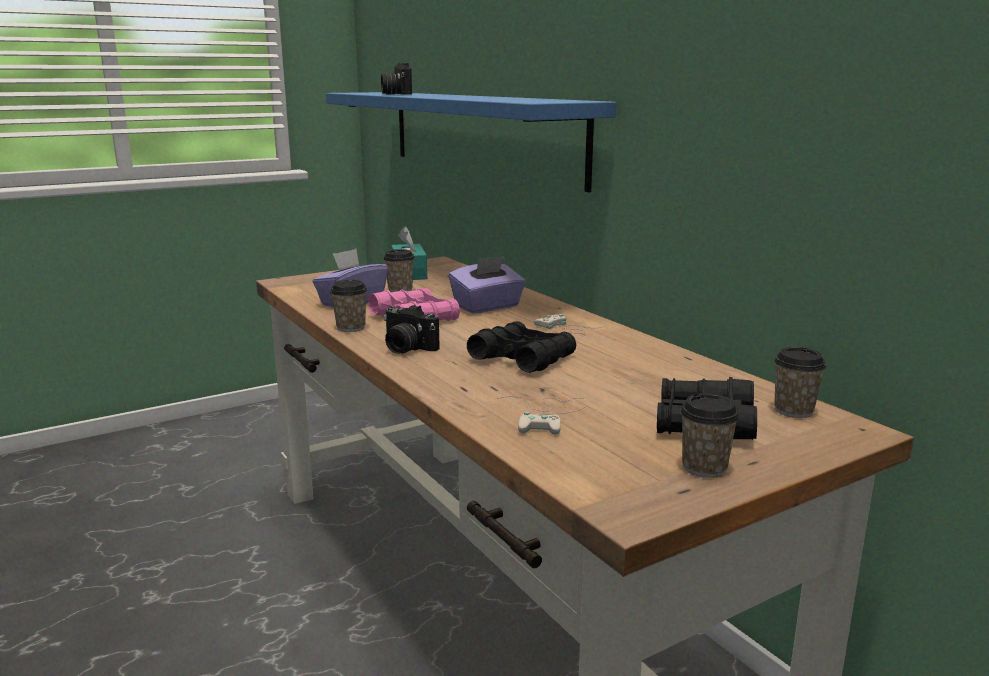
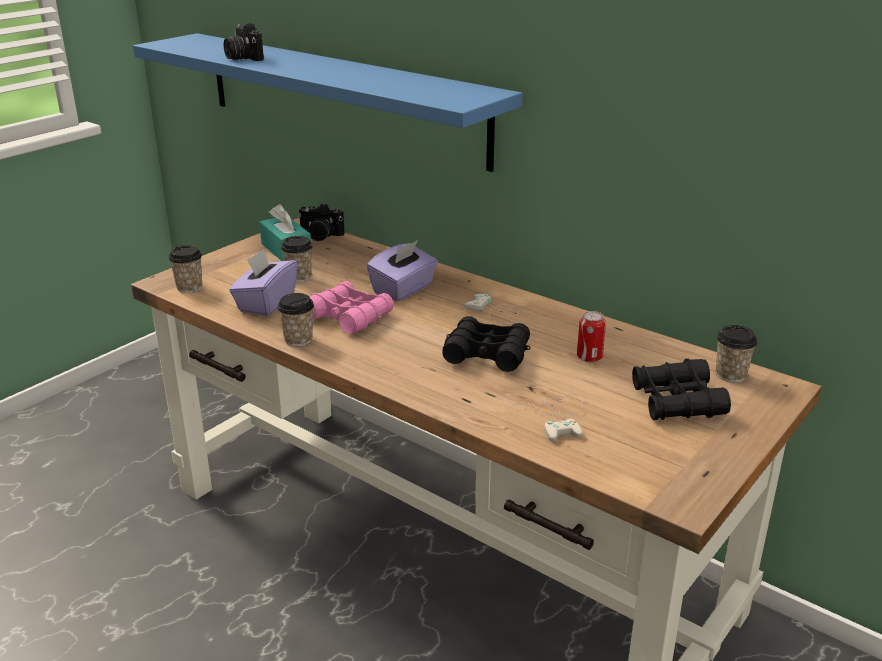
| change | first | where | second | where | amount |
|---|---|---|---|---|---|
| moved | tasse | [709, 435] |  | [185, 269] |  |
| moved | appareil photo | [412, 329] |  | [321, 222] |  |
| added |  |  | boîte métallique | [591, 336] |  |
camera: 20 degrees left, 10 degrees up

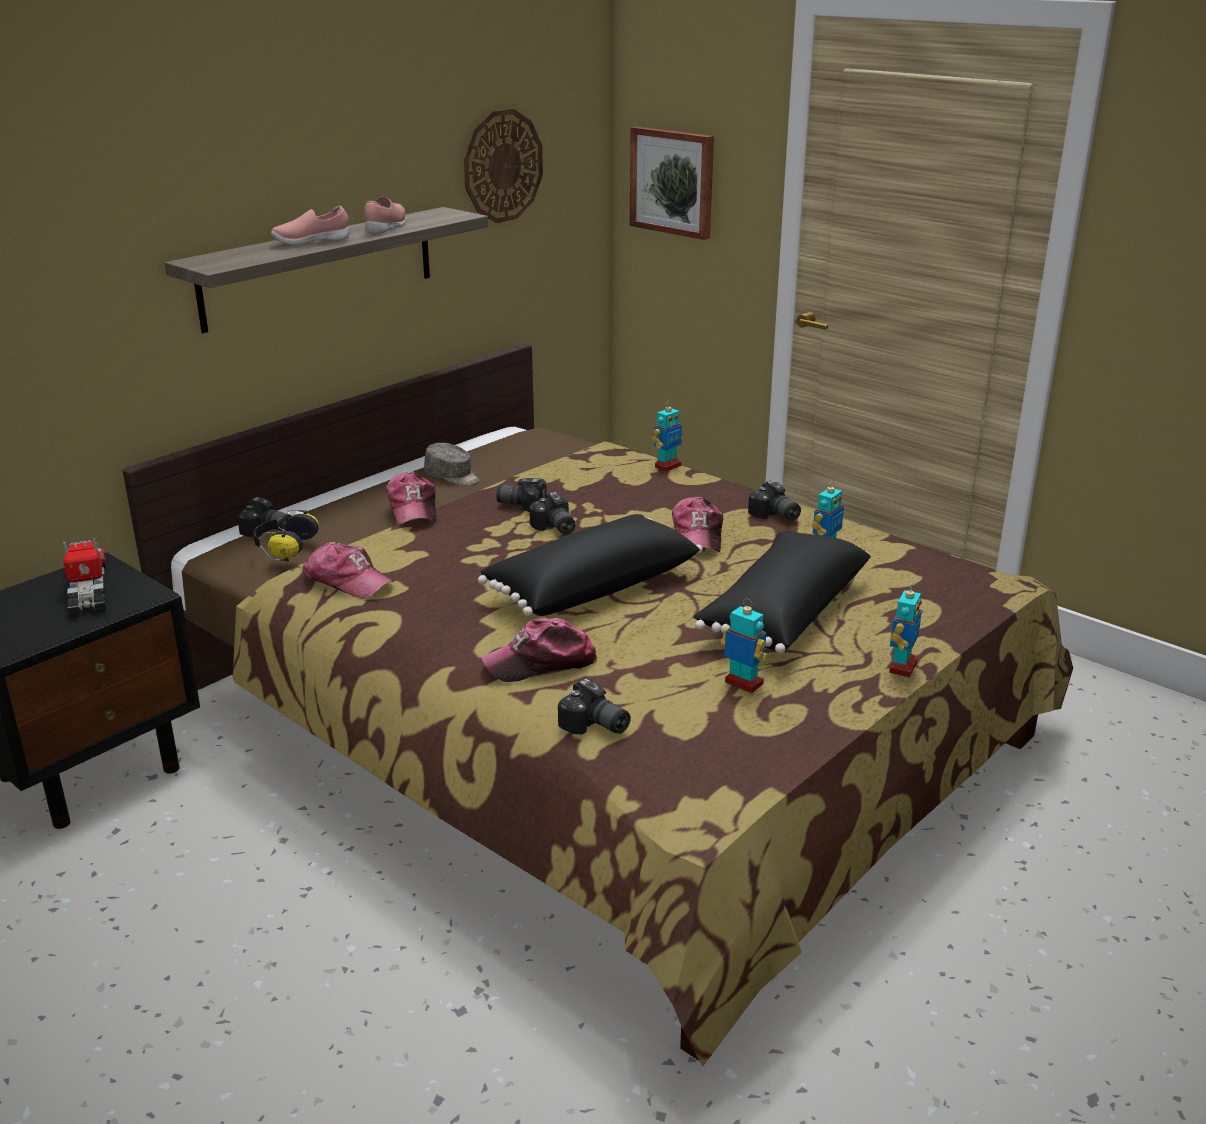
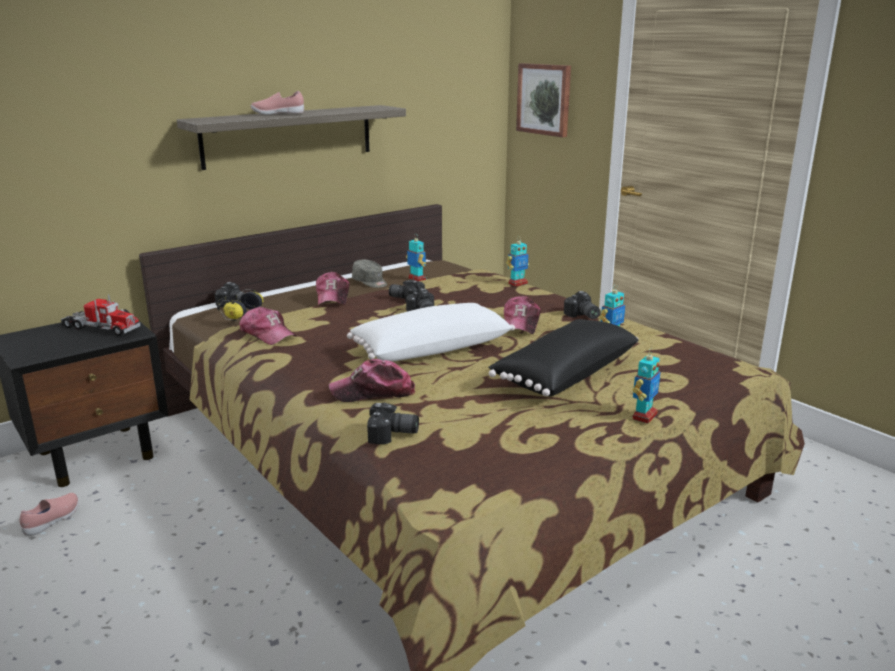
| change | first | where | second | where | amount |
|---|---|---|---|---|---|
| moved | chaussure (rose) | [385, 215] |  | [49, 514] |  |
| turned | camion jouet | [85, 578] |  | [100, 315] | 120 degrees clockwise |
| recoloured | coussin (noir) | [590, 565] | coussin (blanc) | [431, 332] |  |
| turned | appareil photo | [594, 706] |  | [393, 423] | 45 degrees counterclockwise |
| moved | robot jouet | [744, 645] |  | [416, 258] |  |
| removed | horloge murale | [503, 166] |  |  |  |
camera: 10 degrees right, 5 degrees down

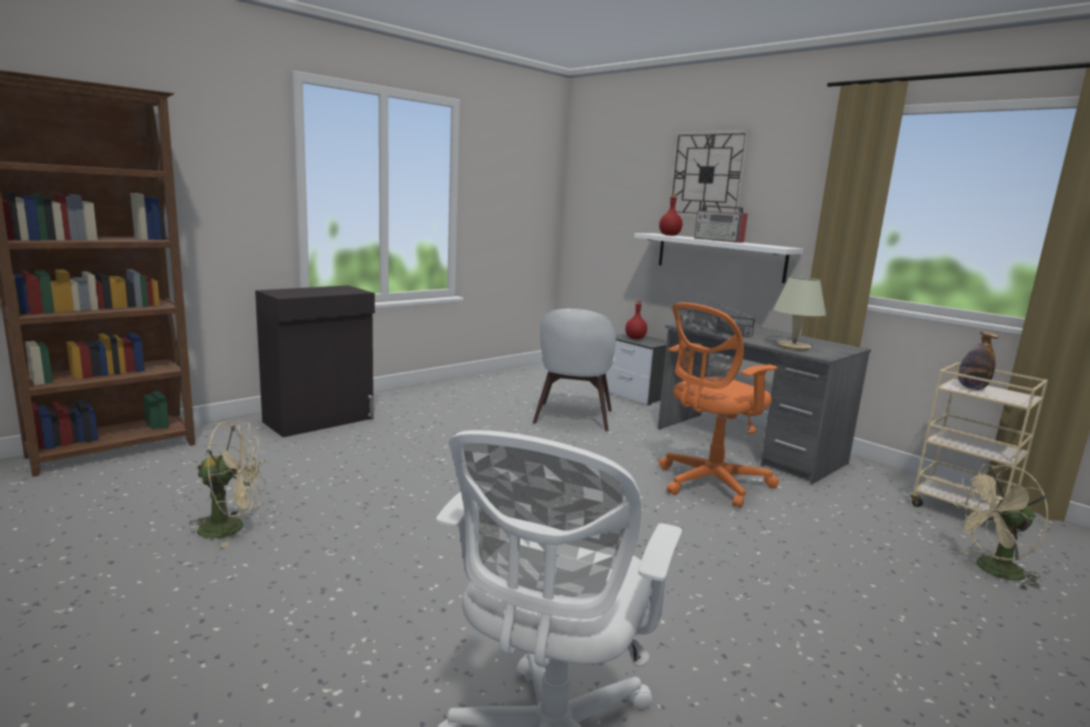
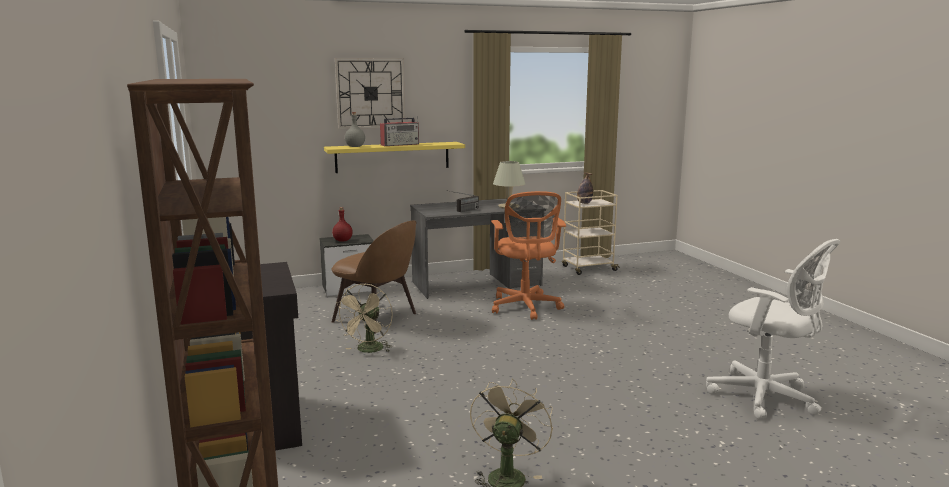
| change | first | where | second | where | amount |
|---|---|---|---|---|---|
| recoloured | étagère (blanc) | [718, 258] | étagère (jaune) | [394, 157] |  |
| recoloured | chaise (blanc) | [574, 370] | chaise (marron) | [374, 277] |  |
| moved | ventilateur (beige) | [1000, 527] |  | [364, 318] |  |
| recoloured | bouteille (rouge) | [671, 215] | bouteille (gris) | [355, 129] |  |
camera: 65 degrees left, 0 degrees up

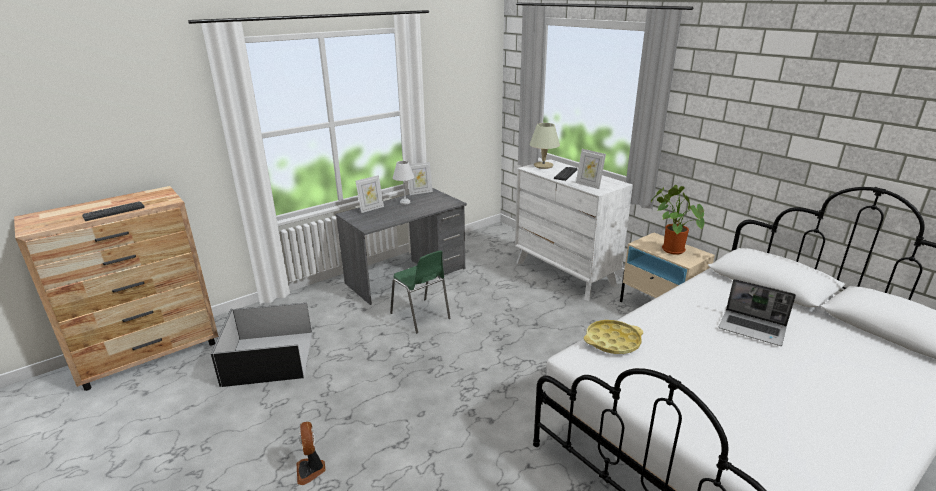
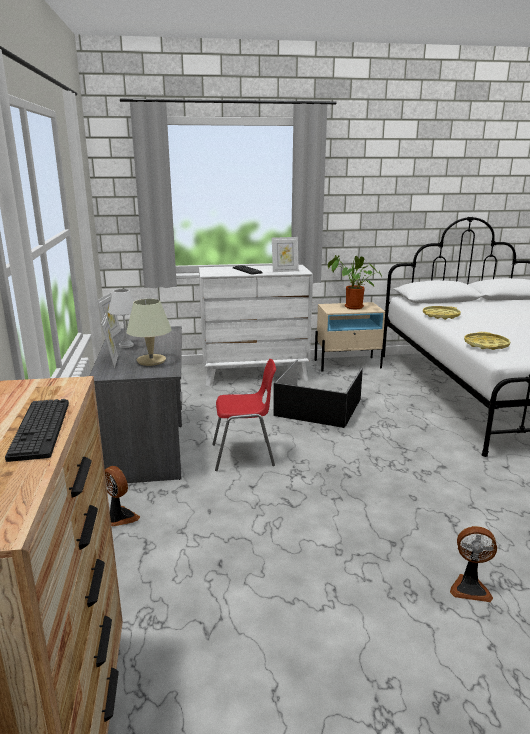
| change | first | where | second | where | amount |
|---|---|---|---|---|---|
| added |  |  | ventilateur | [122, 496] |  |
| moved | lampe de table (beige) | [545, 146] |  | [149, 332] |  |
| recoloured | chaise (vert) | [420, 291] | chaise (rouge) | [244, 415] |  |
| moved | boîte de rangement (noir) | [261, 345] |  | [318, 394] |  |
| added |  |  | plateau (jaune) | [442, 313] |  |
| removed | ordinateur portable | [757, 312] |  |  |  |
camera: 60 degrees left, 5 degrees down

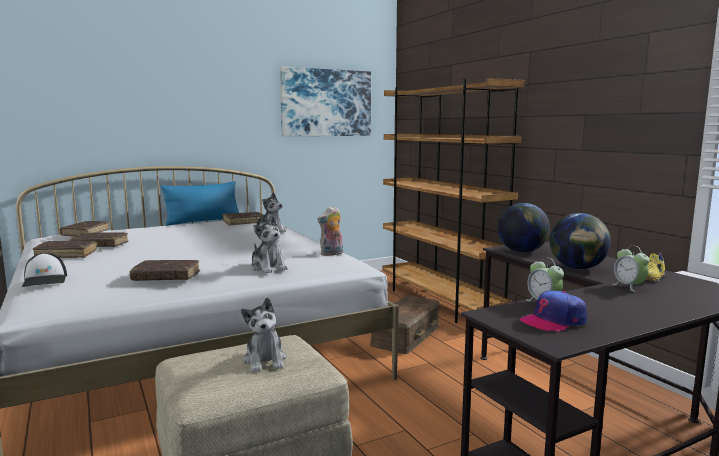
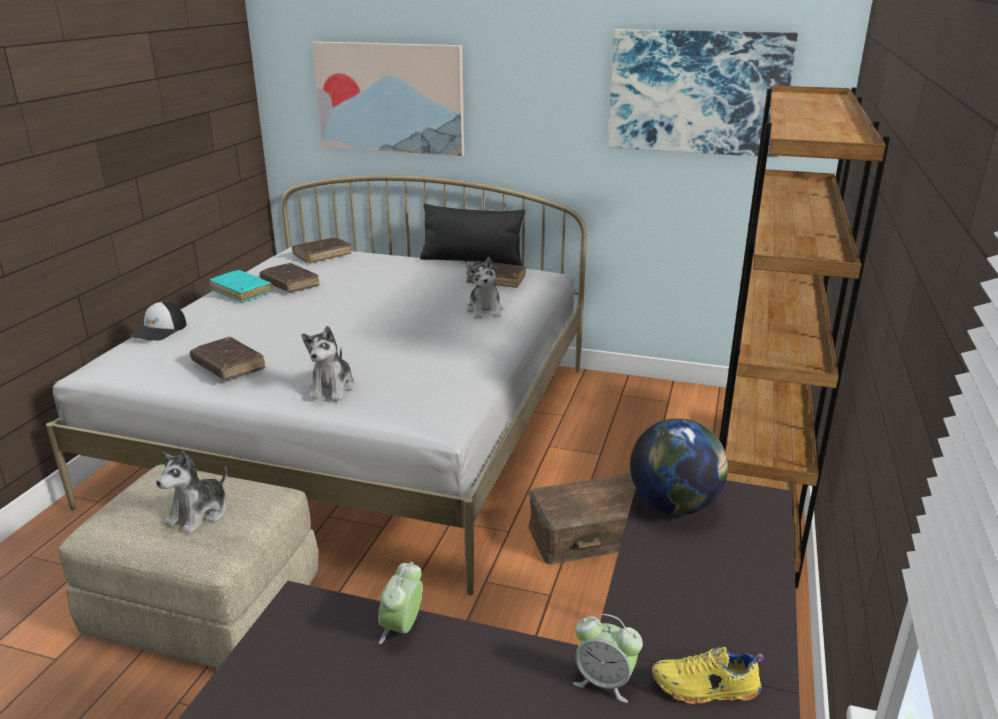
| change | first | where | second | where | amount |
|---|---|---|---|---|---|
| recoloured | livre (marron) | [65, 249] | livre (turquoise) | [241, 286] |  |
| added |  |  | tableau | [388, 98] |  |
| recoloured | coussin (bleu) | [200, 203] | coussin (noir) | [472, 235] |  |
| turned | réveil | [631, 268] |  | [608, 658] | 90 degrees counterclockwise |
| removed | peluche | [330, 231] |  |  |  |
| removed | casquette | [553, 311] |  |  |  |
| removed | globe | [580, 241] |  |  |  |
camera: 45 degrees right, 15 degrees up

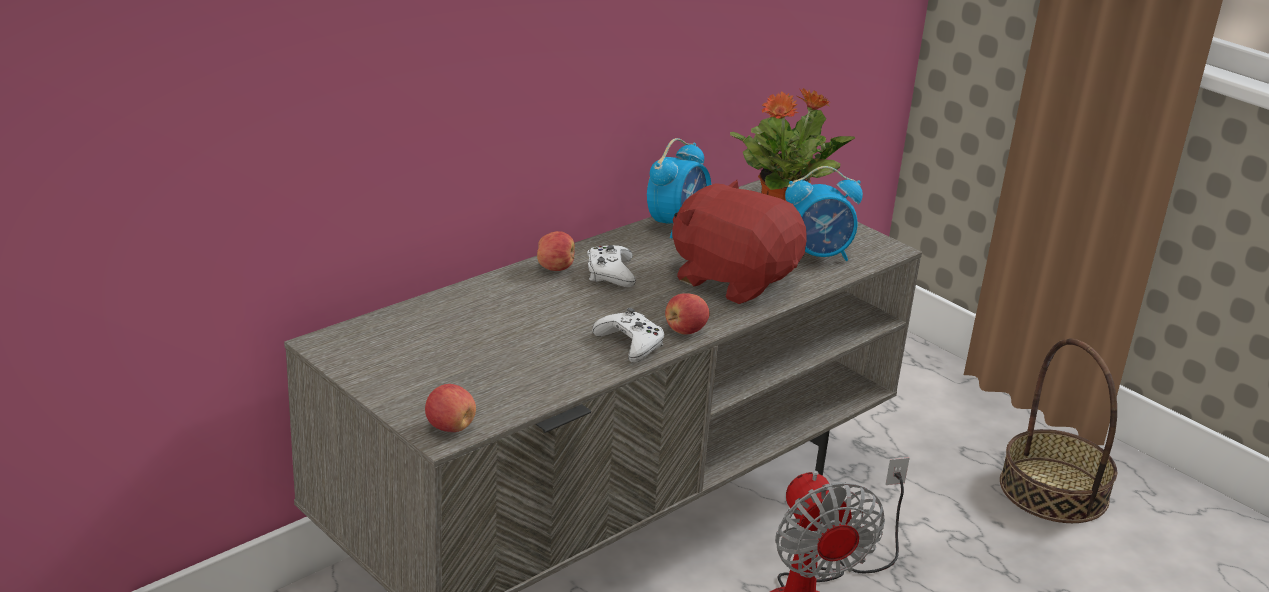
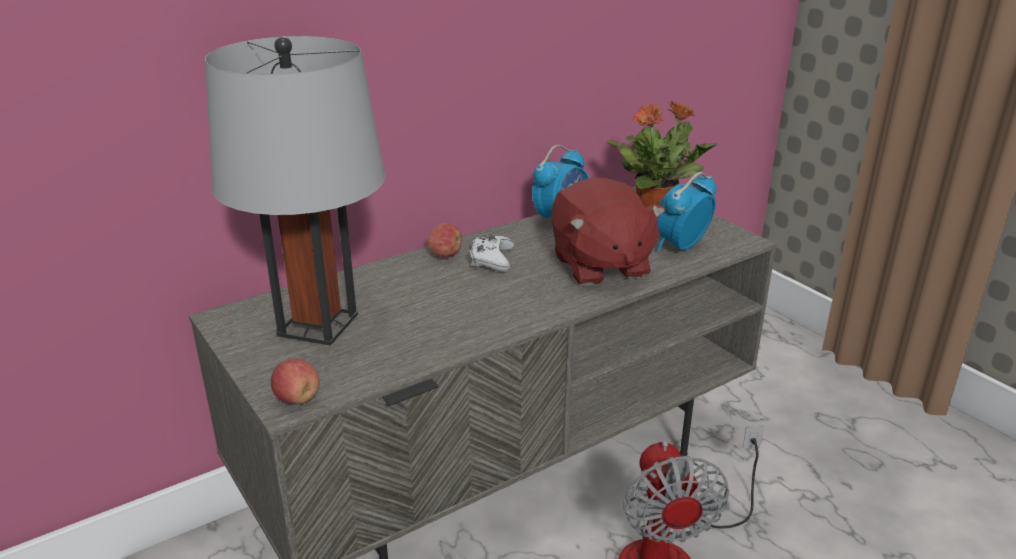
| change | first | where | second | where | amount |
|---|---|---|---|---|---|
| added |  |  | lampe de table (gris) | [295, 191] |  |
| turned | peluche (rouge) | [739, 242] |  | [608, 231] | 150 degrees counterclockwise |
| turned | réveil | [824, 213] |  | [686, 211] | 135 degrees clockwise |
| removed | manette (blanc) | [628, 335] |  |  |  |
| removed | pomme | [687, 313] |  |  |  |
| removed | panier | [1058, 430] |  |  |  |
camera: 10 degrees right, 0 degrees up

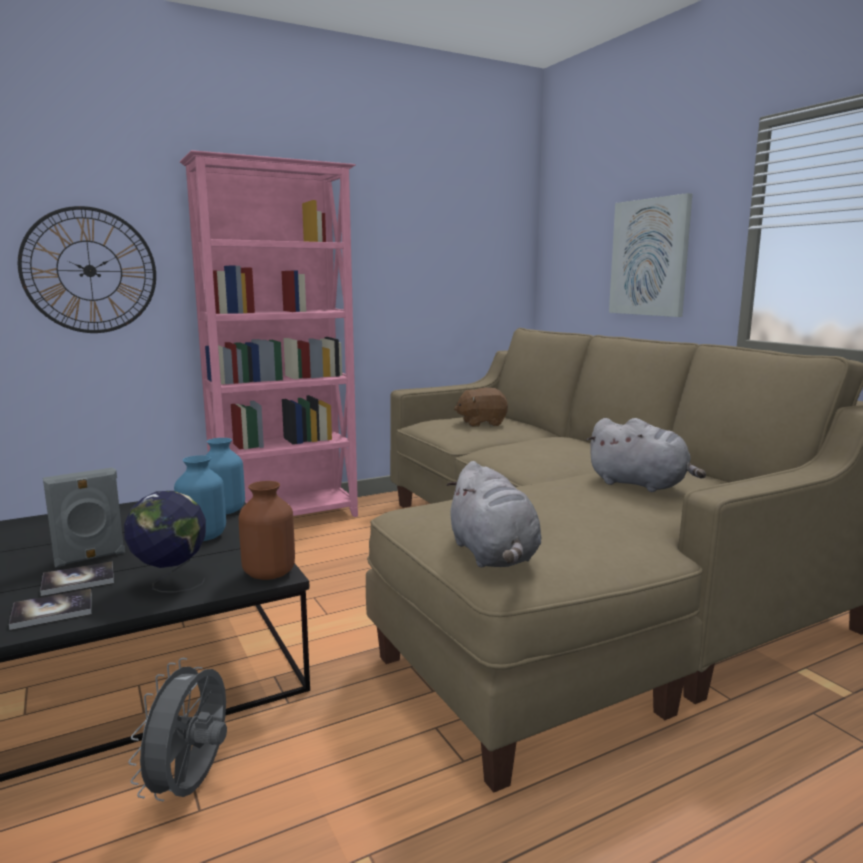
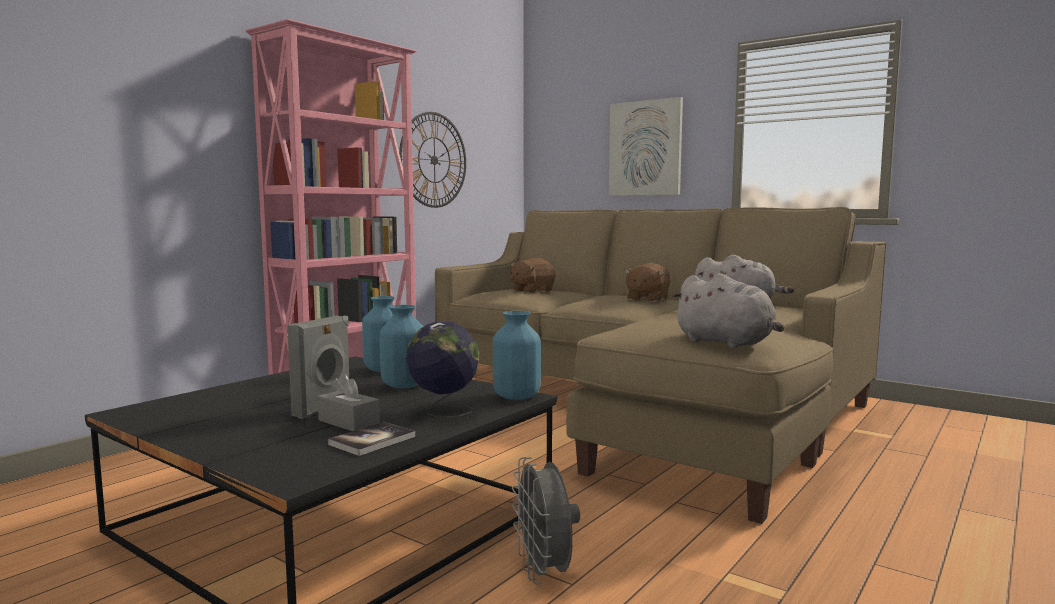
| change | first | where | second | where | amount |
|---|---|---|---|---|---|
| replaced | livre | [77, 578] | boîte à mouchoirs (gris) | [349, 402] |  |
| moved | horloge murale | [87, 269] |  | [432, 160] |  |
| recoloured | vase (marron) | [267, 530] | vase (bleu) | [517, 355] |  |
| added |  |  | peluche (marron) | [647, 282] |  |
camera: 25 degrees left, 5 degrees down

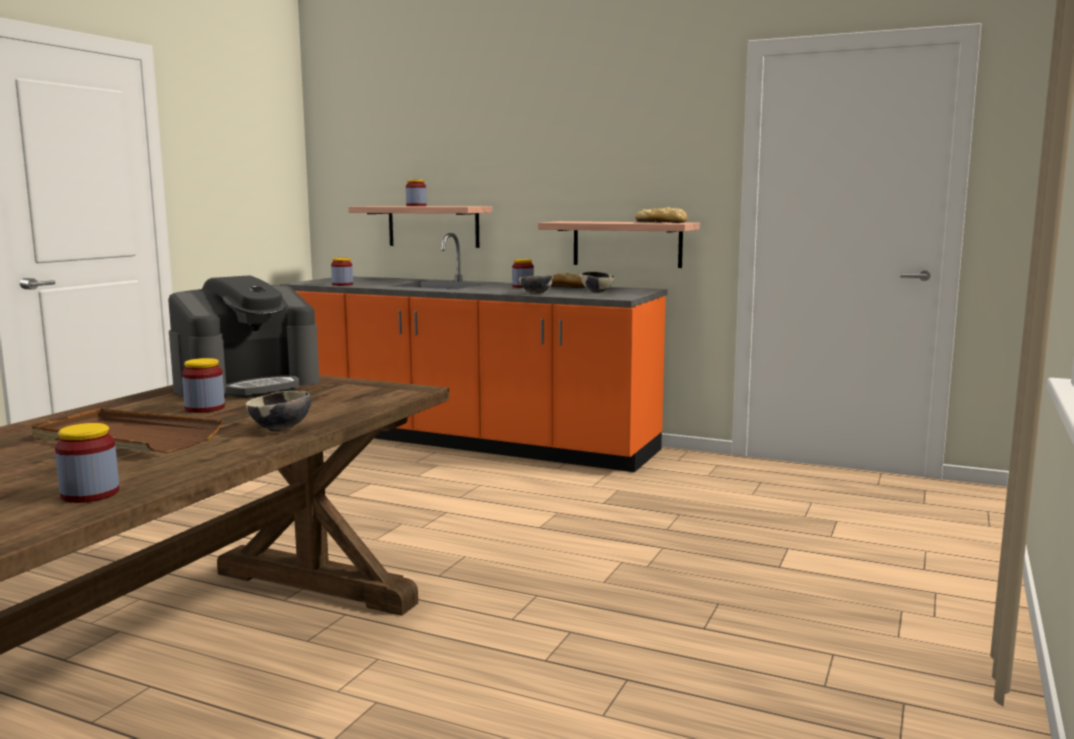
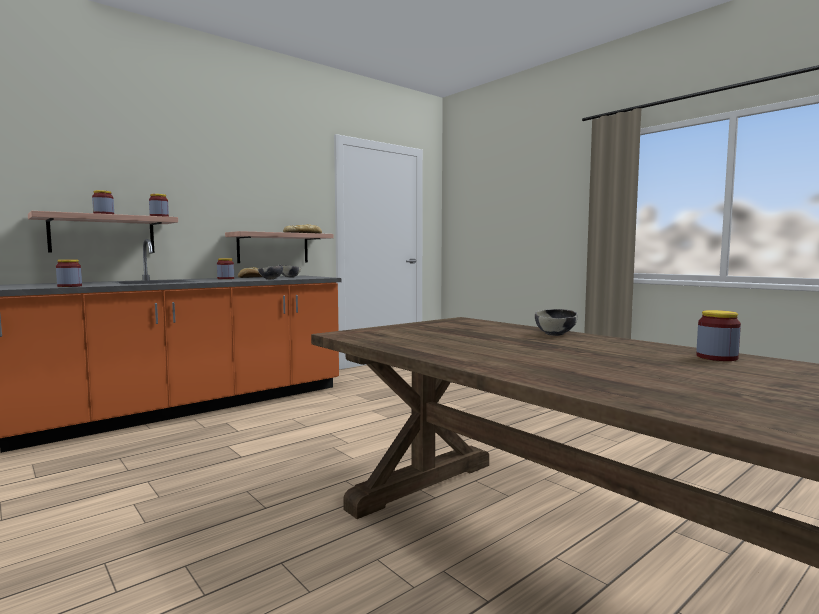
| change | first | where | second | where | amount |
|---|---|---|---|---|---|
| moved | bocal | [203, 385] |  | [159, 205] |  |
| removed | plateau (marron) | [127, 430] |  |  |  |
| removed | machine à café | [243, 336] |  |  |  |
camera: 65 degrees left, 5 degrees down

